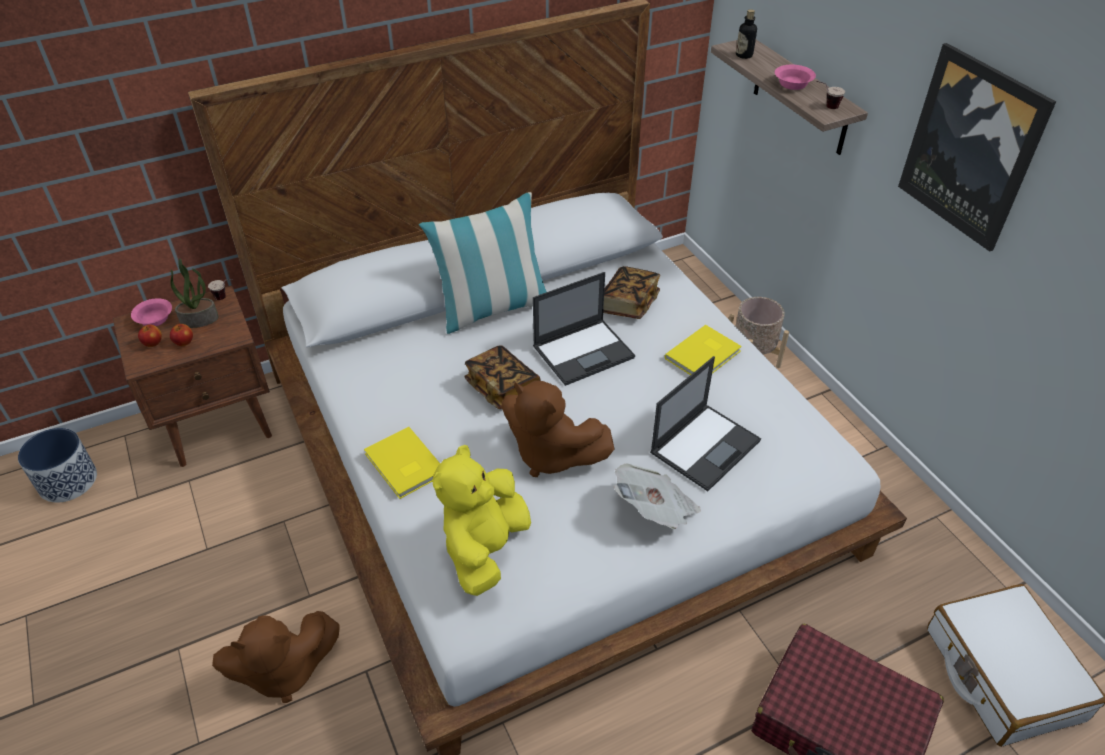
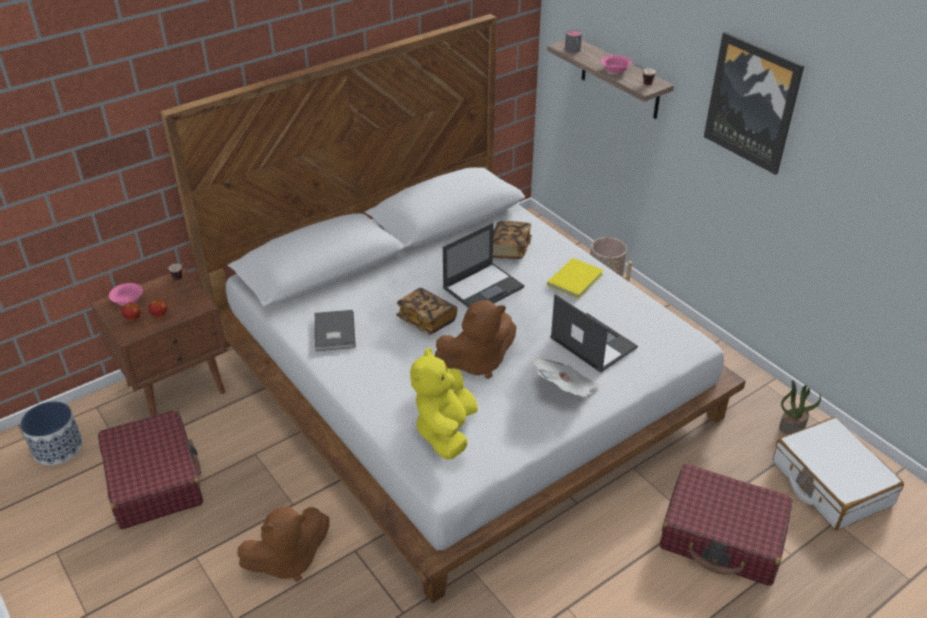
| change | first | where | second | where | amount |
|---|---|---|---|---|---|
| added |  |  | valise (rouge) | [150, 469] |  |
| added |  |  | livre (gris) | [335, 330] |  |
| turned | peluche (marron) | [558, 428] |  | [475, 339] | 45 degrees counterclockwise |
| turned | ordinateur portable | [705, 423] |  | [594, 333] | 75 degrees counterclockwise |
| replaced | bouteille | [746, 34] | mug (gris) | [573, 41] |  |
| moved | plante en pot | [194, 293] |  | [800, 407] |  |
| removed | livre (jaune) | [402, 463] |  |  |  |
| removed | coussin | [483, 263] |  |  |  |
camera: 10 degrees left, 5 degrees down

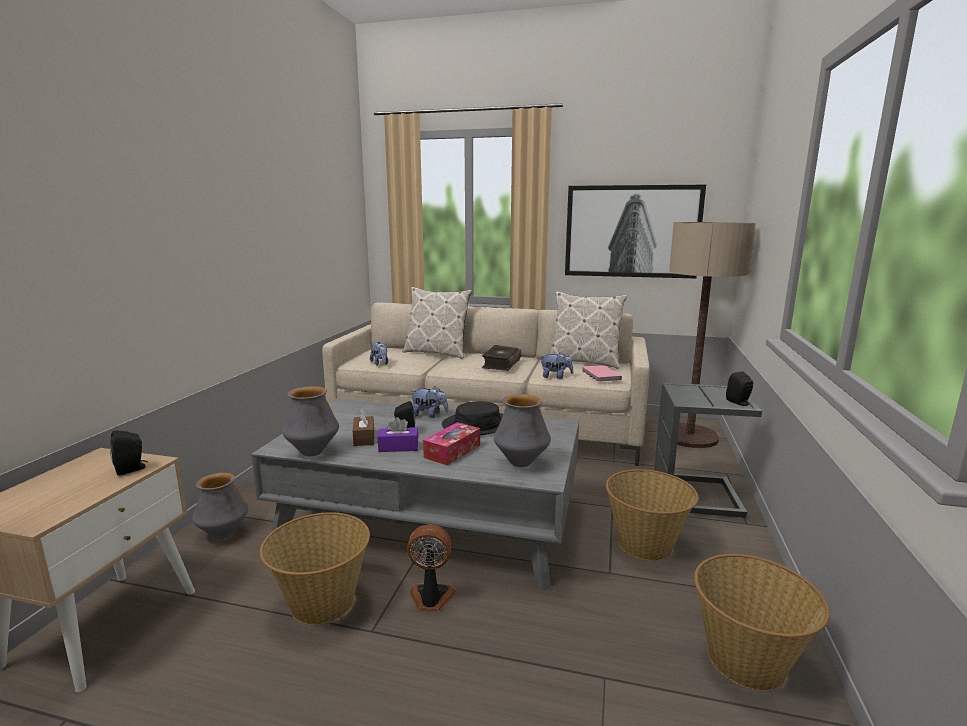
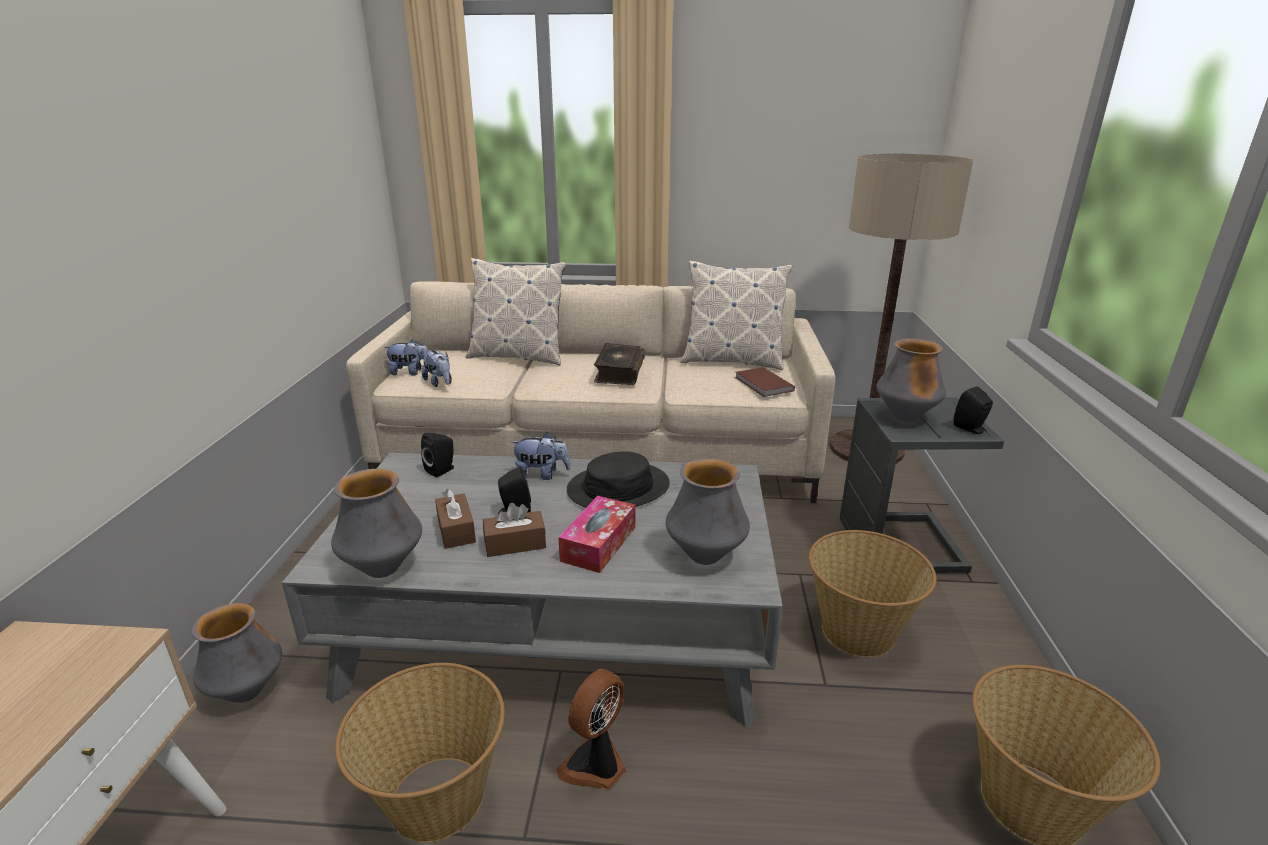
| change | first | where | second | where | amount |
|---|---|---|---|---|---|
| moved | peluche | [556, 365] |  | [406, 357] |  |
| moved | enceinte (noir) | [129, 453] |  | [437, 455] |  |
| recoloured | boîte à mouchoirs (violet) | [398, 434] | boîte à mouchoirs (marron) | [514, 530] |  |
| turned | ventilateur | [431, 568] |  | [591, 729] | 45 degrees counterclockwise |
| recoloured | livre (rose) | [602, 373] | livre (marron) | [765, 382] |  |
| added |  |  | vase | [911, 380] |  |
| removed | tableau | [635, 231] |  |  |  |
camera: 10 degrees left, 10 degrees up

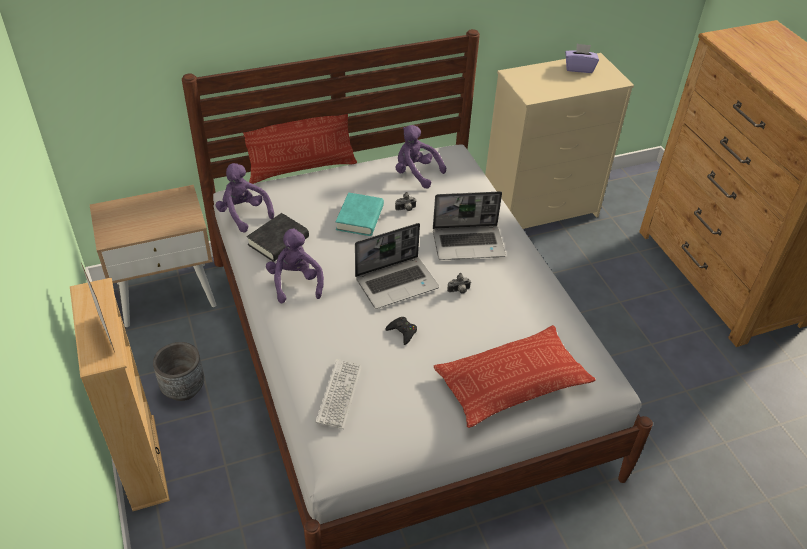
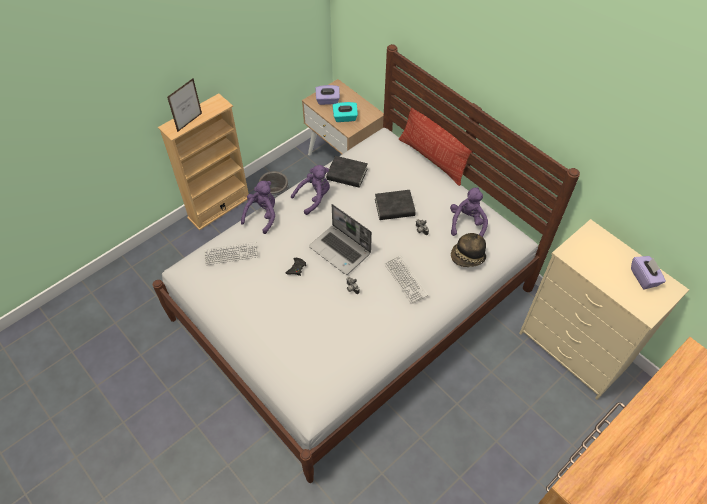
| change | first | where | second | where | amount |
|---|---|---|---|---|---|
| moved | peluche (violet) | [244, 197] |  | [258, 207] |  |
| added |  |  | boîte à mouchoirs (violet) | [327, 95] |  |
| added |  |  | boîte à mouchoirs (turquoise) | [345, 112] |  |
| recoloured | livre (turquoise) | [360, 214] | livre (noir) | [395, 205] |  |
| replaced | ordinateur portable | [469, 226] | clavier | [406, 279] |  |
| added |  |  | chapeau | [468, 250] |  |
| removed | coussin | [514, 376] |  |  |  |
camera: 70 degrees right, 10 degrees up

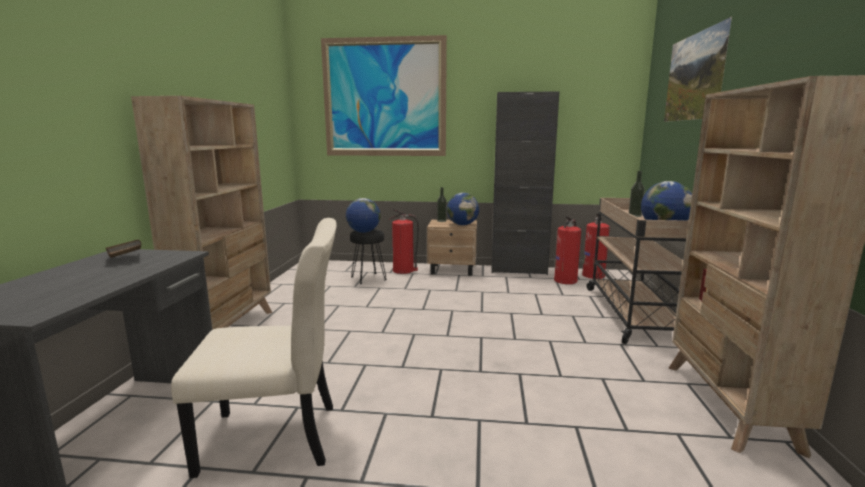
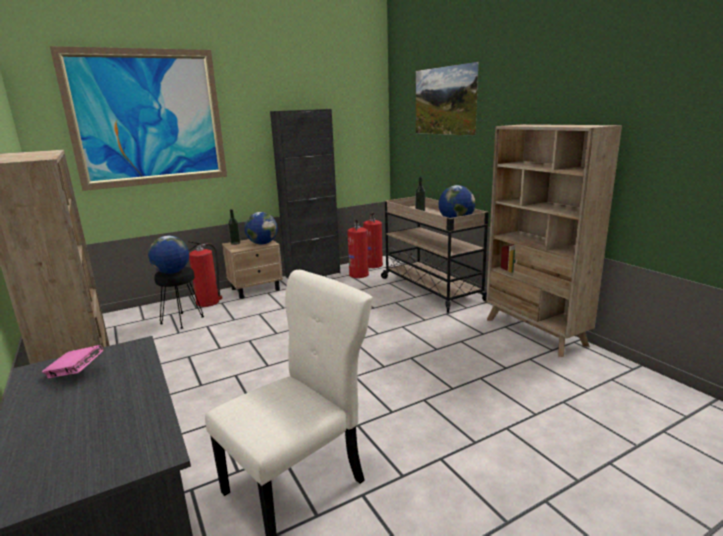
| change | first | where | second | where | amount |
|---|---|---|---|---|---|
| recoloured | livre (marron) | [123, 249] | livre (rose) | [72, 361] |  |
camera: 35 degrees left, 5 degrees up

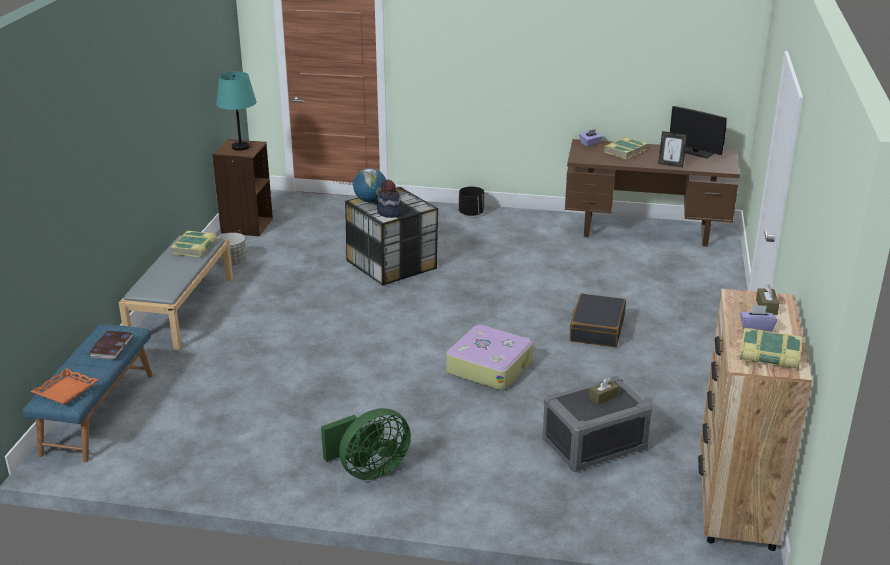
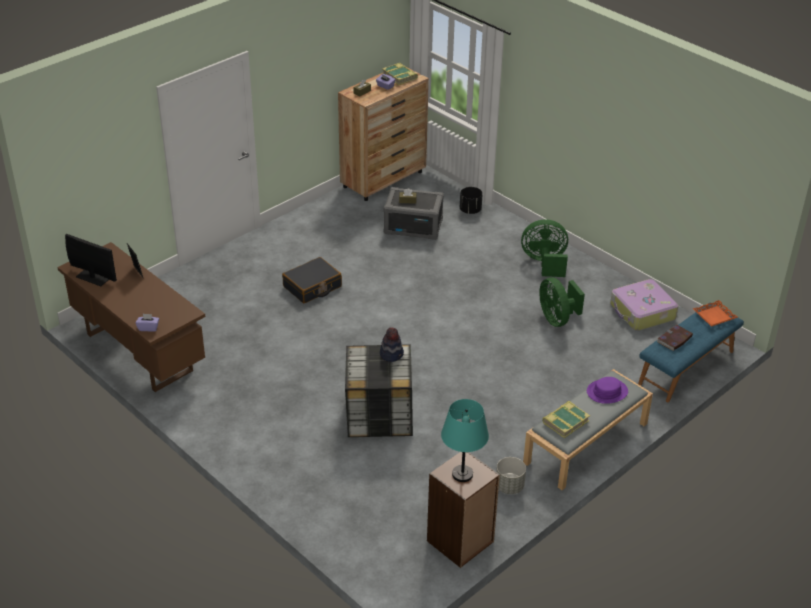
| change | first | where | second | where | amount |
|---|---|---|---|---|---|
| turned | écran d'ordinateur | [698, 132] |  | [91, 260] | 45 degrees counterclockwise |
| moved | cache-pot (noir) | [471, 201] |  | [471, 200] |  |
| added |  |  | ventilateur (vert) | [562, 302] |  |
| added |  |  | chapeau (violet) | [607, 390] |  |
| moved | valise | [489, 357] |  | [644, 305] |  |
| removed | globe | [369, 185] |  |  |  |
| removed | livre | [625, 148] |  |  |  |
camera: 145 degrees left, 10 degrees up

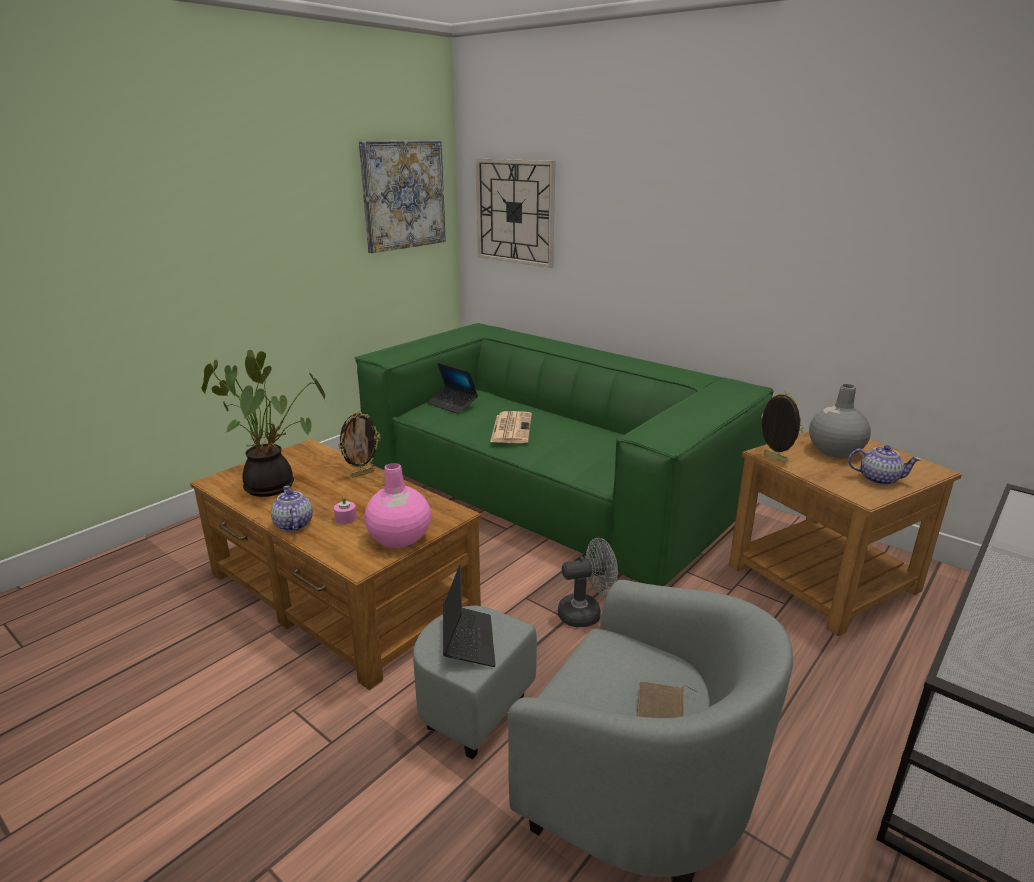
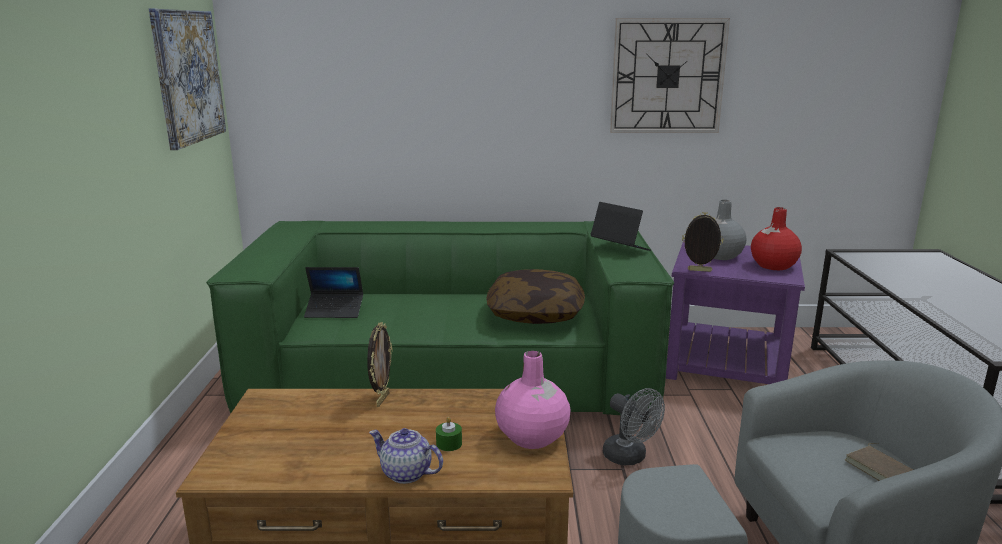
| change | first | where | second | where | amount |
|---|---|---|---|---|---|
| recoloured | bougie (rose) | [345, 510] | bougie (vert) | [449, 434] |  |
| added |  |  | coussin | [536, 296] |  |
| moved | ordinateur portable | [469, 616] |  | [620, 226] |  |
| turned | ventilateur (gris) | [588, 583] |  | [634, 426] | 105 degrees clockwise |
| moved | horloge murale | [515, 213] |  | [670, 75] |  |
| recoloured | table d'appoint (marron) | [845, 533] | table d'appoint (violet) | [735, 312] |  |
| replaced | théière | [884, 465] | vase (rouge) | [776, 238] |  |
| removed | plante en pot | [264, 423] |  |  |  |
| removed | journal | [511, 427] |  |  |  |
camera: 40 degrees left, 5 degrees down

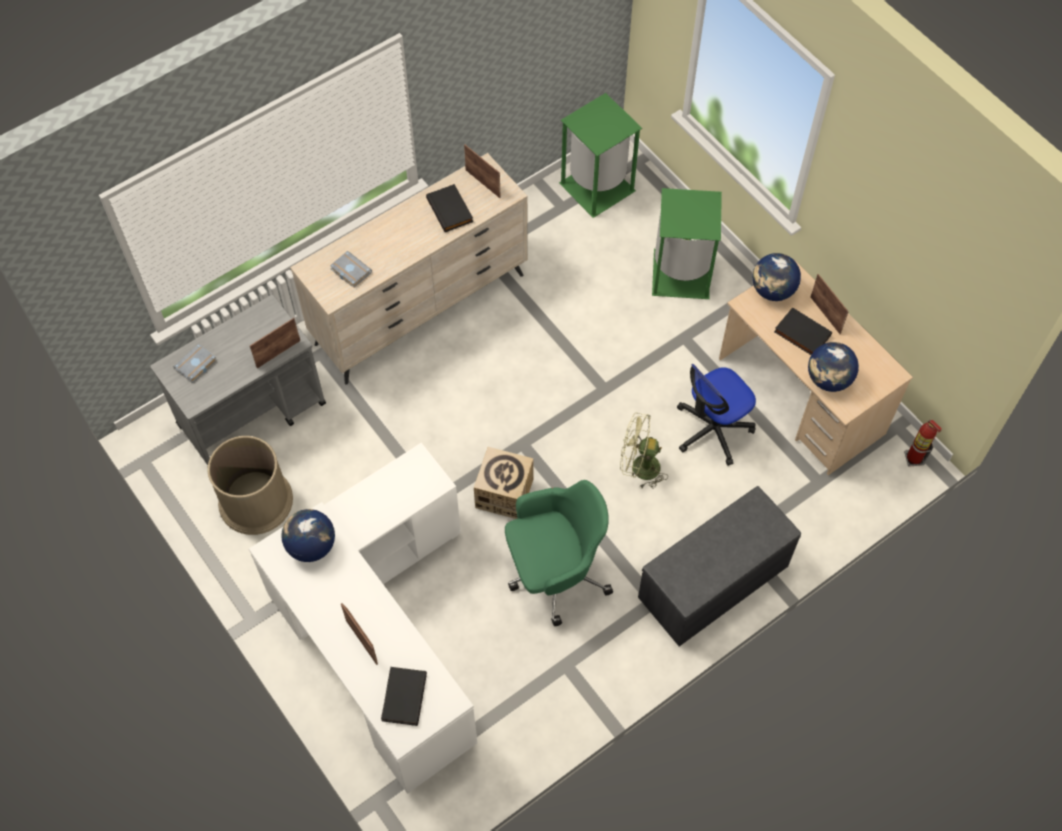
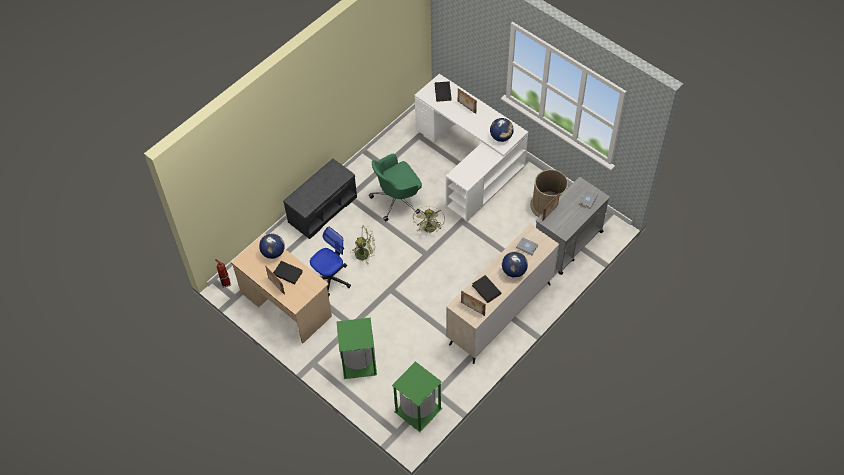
| change | first | where | second | where | amount |
|---|---|---|---|---|---|
| replaced | carton | [503, 483] | ventilateur (vert) | [429, 219] |  |
| moved | globe | [776, 277] |  | [515, 265] |  |
camera: 170 degrees right, 5 degrees down

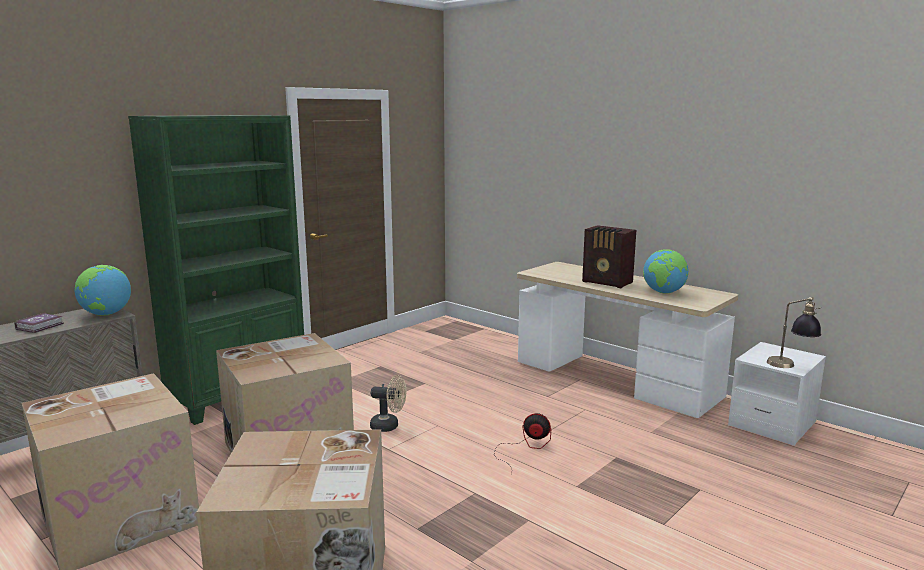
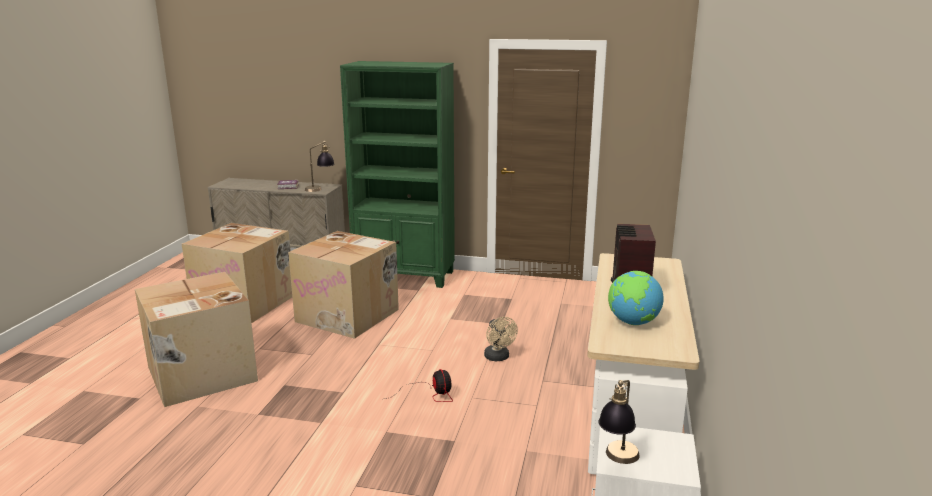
| change | first | where | second | where | amount |
|---|---|---|---|---|---|
| replaced | globe | [103, 290] | lampe de table | [320, 166] |  |
| moved | ventilateur (beige) | [388, 403] |  | [501, 339] |  |
camera: 60 degrees right, 5 degrees up

